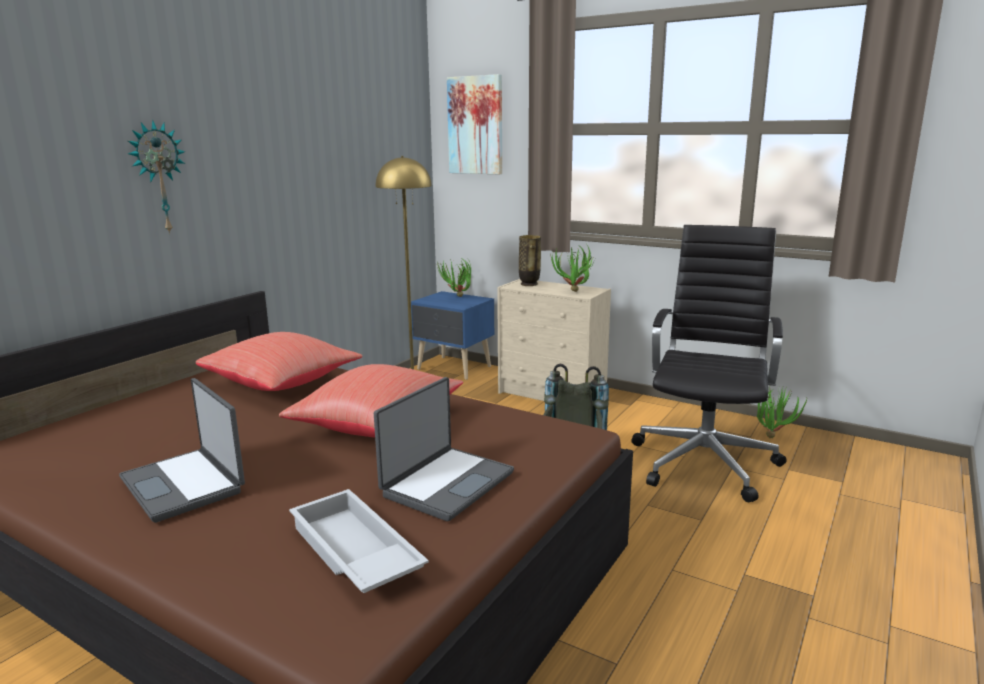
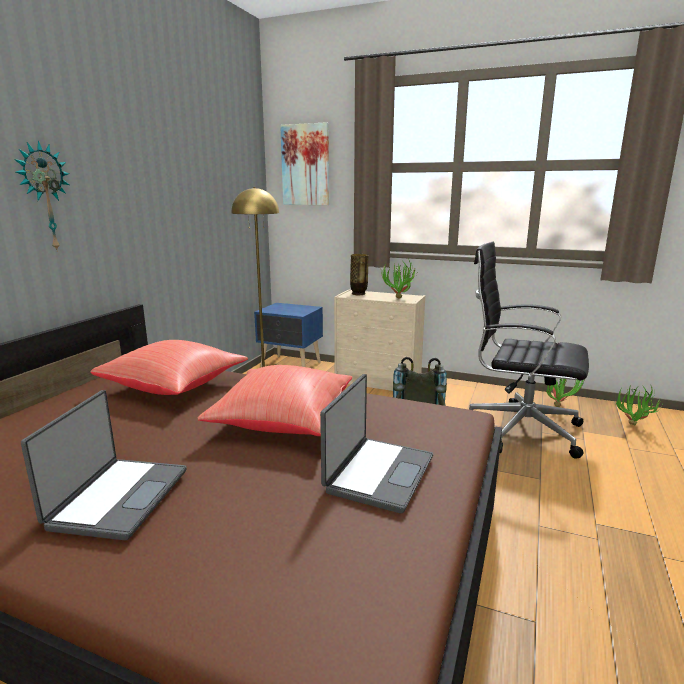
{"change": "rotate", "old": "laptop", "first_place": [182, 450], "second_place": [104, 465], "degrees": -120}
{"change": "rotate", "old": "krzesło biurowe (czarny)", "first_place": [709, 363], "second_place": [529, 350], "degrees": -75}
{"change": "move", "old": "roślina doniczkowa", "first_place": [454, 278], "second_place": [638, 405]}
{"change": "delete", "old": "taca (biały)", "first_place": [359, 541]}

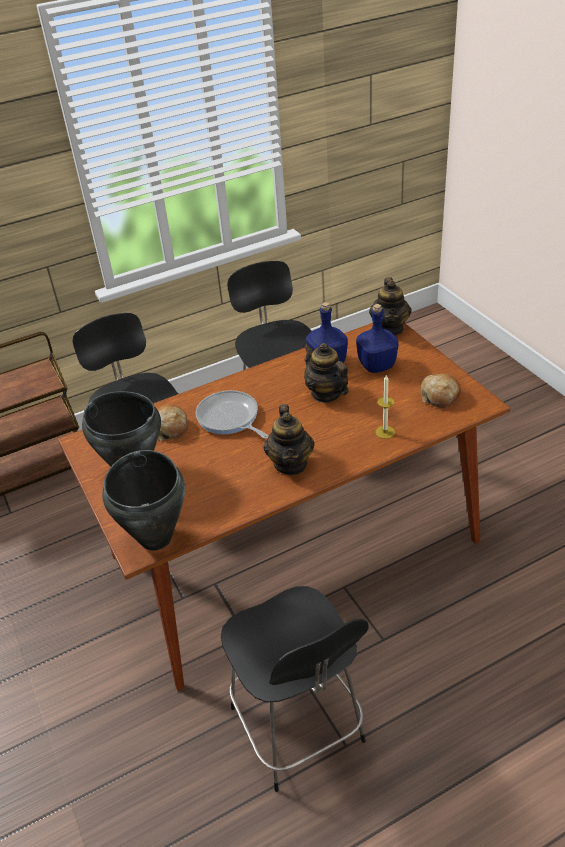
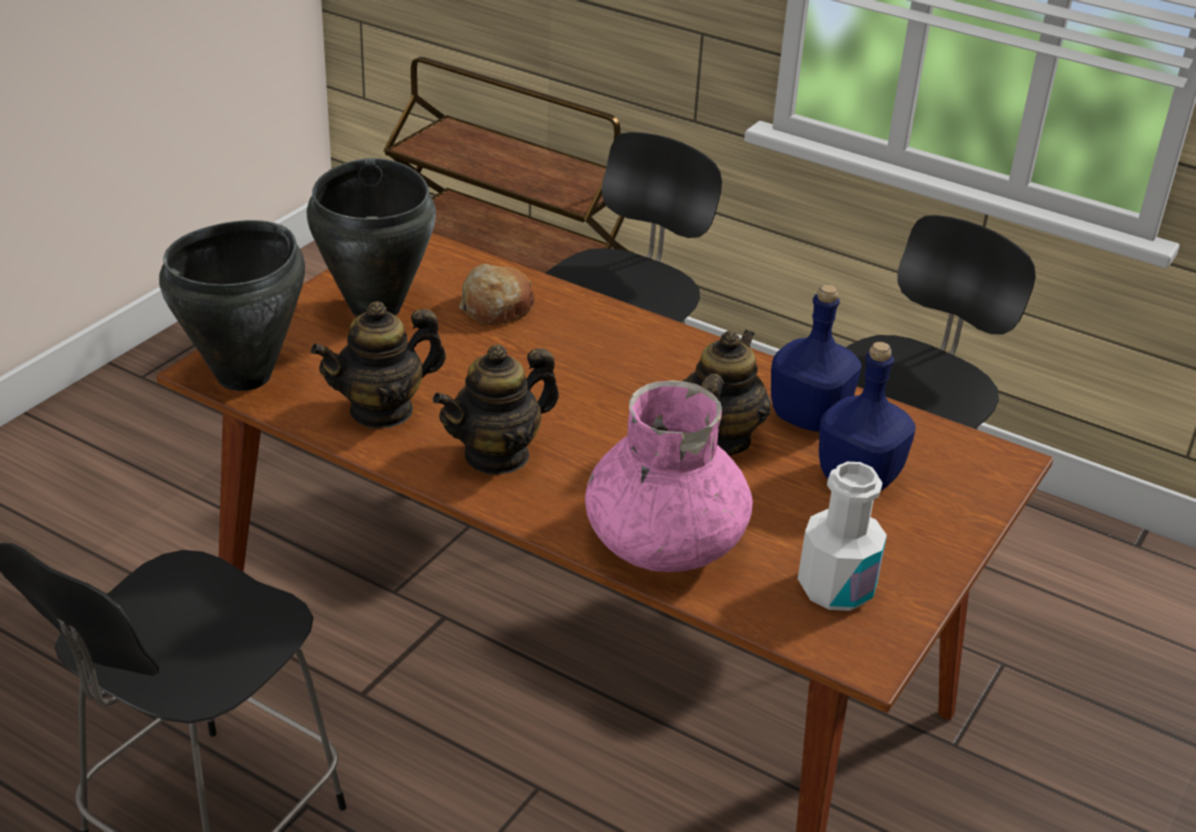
{"change": "move", "old": "imbryk", "first_place": [390, 306], "second_place": [378, 364]}
{"change": "replace", "old": "świeca", "new": "wazon (różowy)", "first_place": [385, 407], "second_place": [669, 476]}
{"change": "replace", "old": "chleb", "new": "butelka (biały)", "first_place": [440, 390], "second_place": [842, 536]}
{"change": "delete", "old": "patelnia", "first_place": [232, 414]}

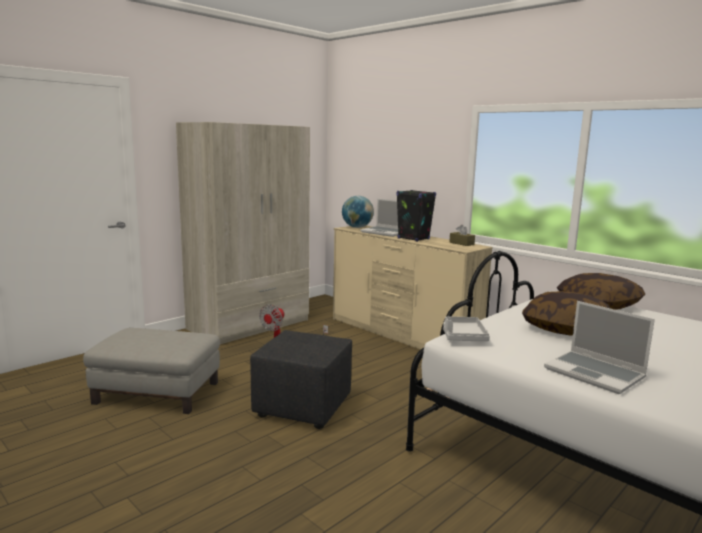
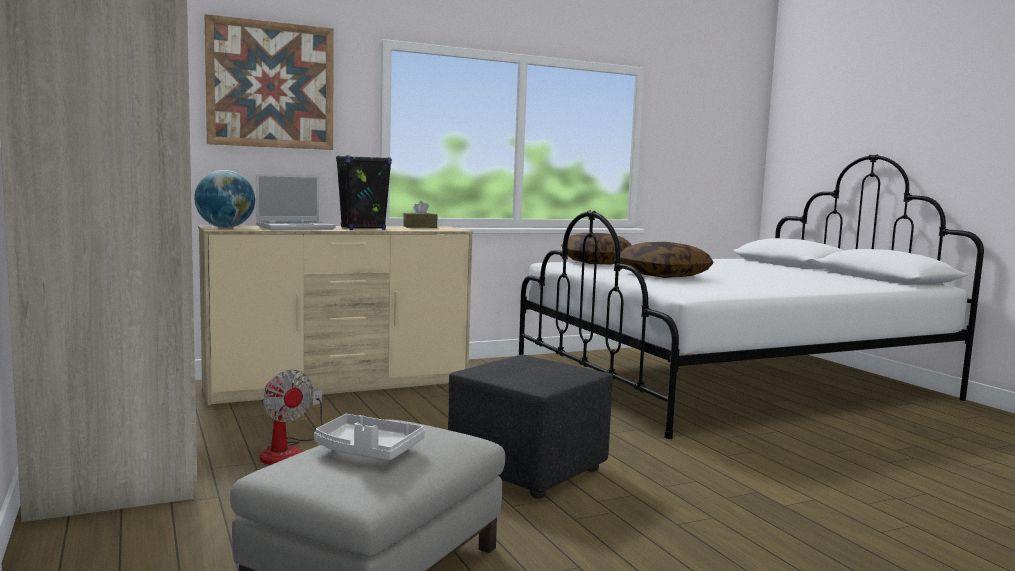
{"change": "insert", "new": "obraz", "second_place": [269, 82]}
{"change": "move", "old": "taca (szary)", "first_place": [466, 328], "second_place": [369, 437]}
{"change": "delete", "old": "laptop", "first_place": [599, 347]}

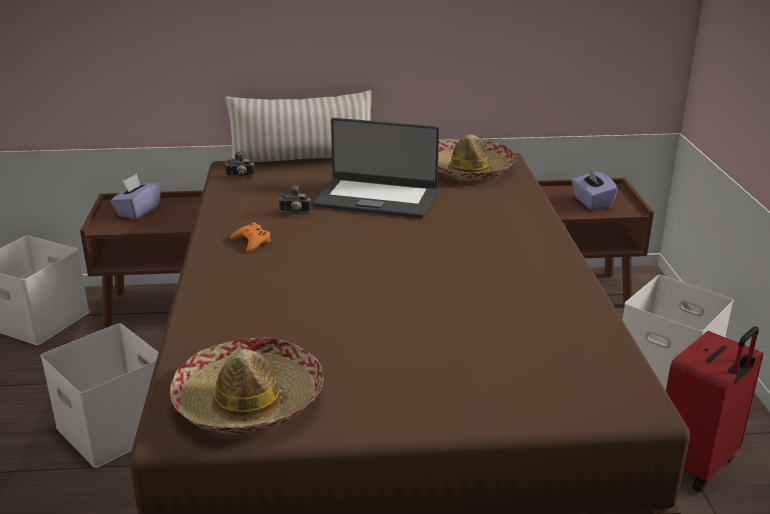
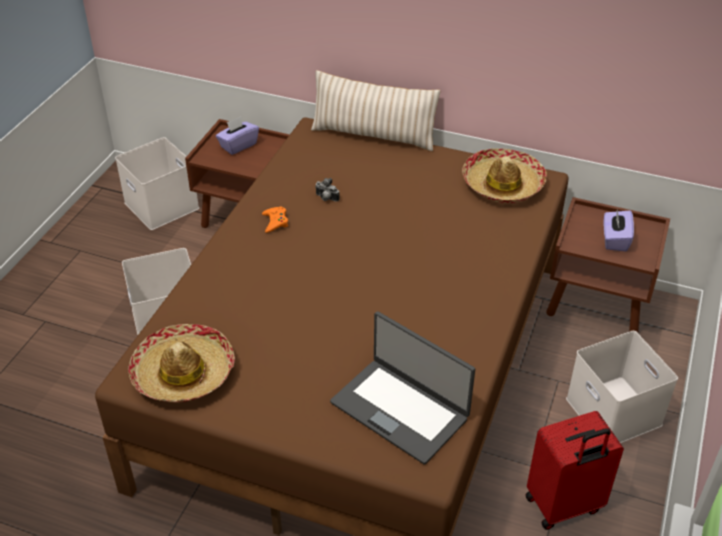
{"change": "move", "old": "laptop", "first_place": [376, 168], "second_place": [402, 388]}
{"change": "delete", "old": "aparat fotograficzny", "first_place": [240, 164]}

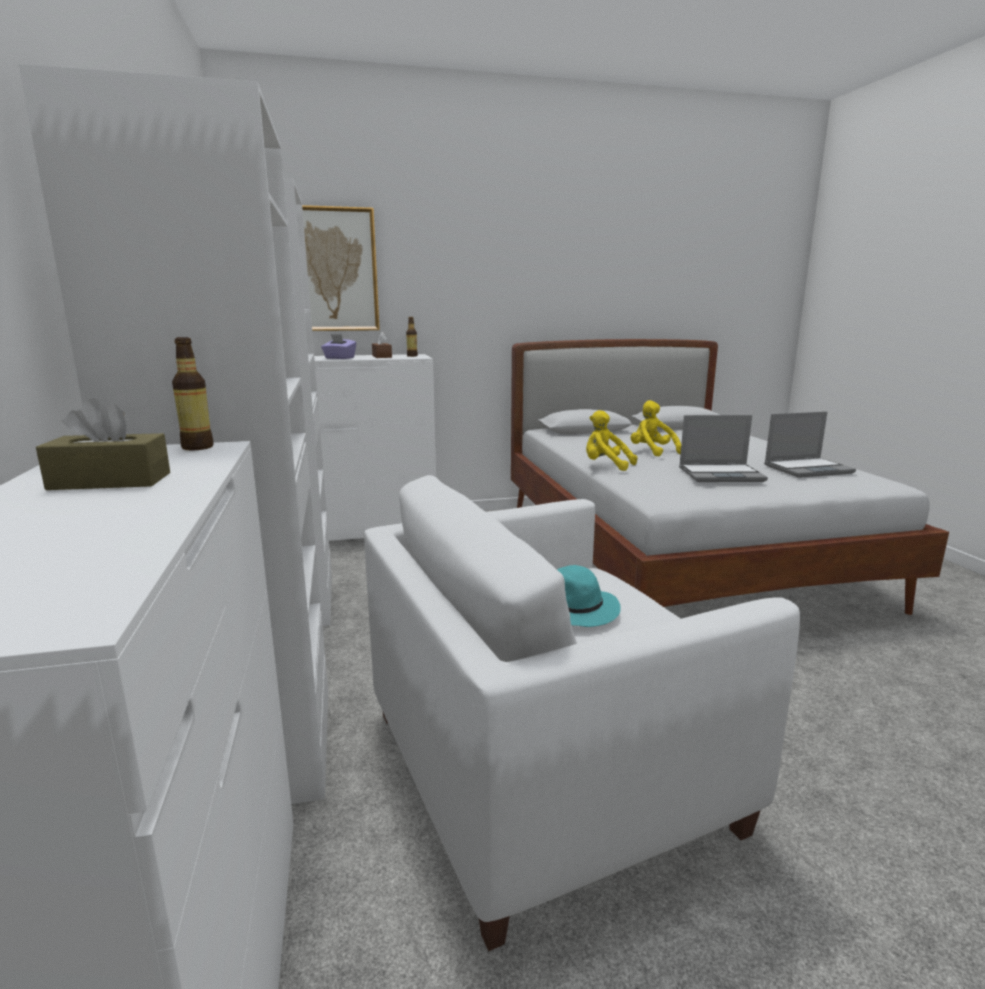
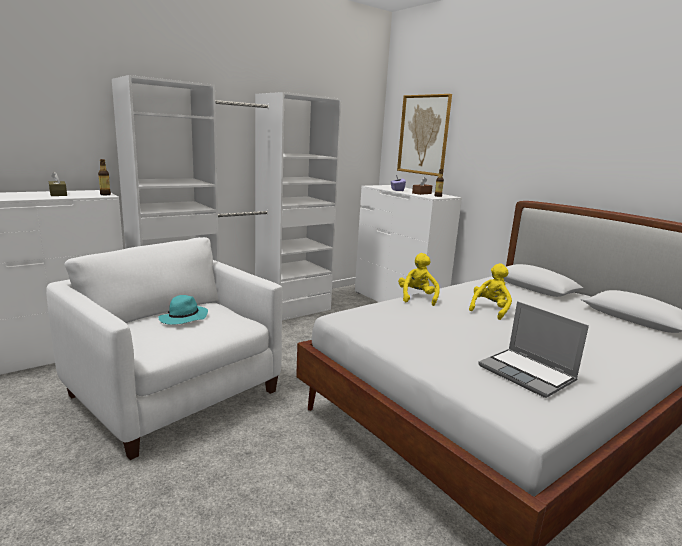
{"change": "delete", "old": "laptop", "first_place": [723, 448]}

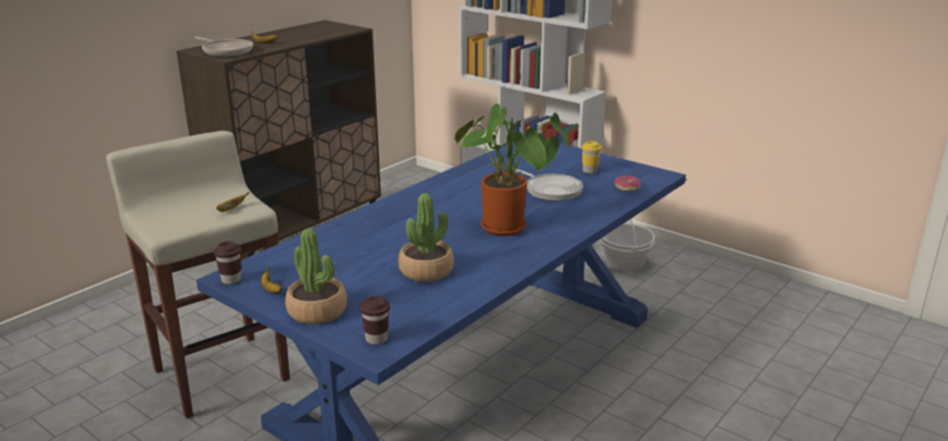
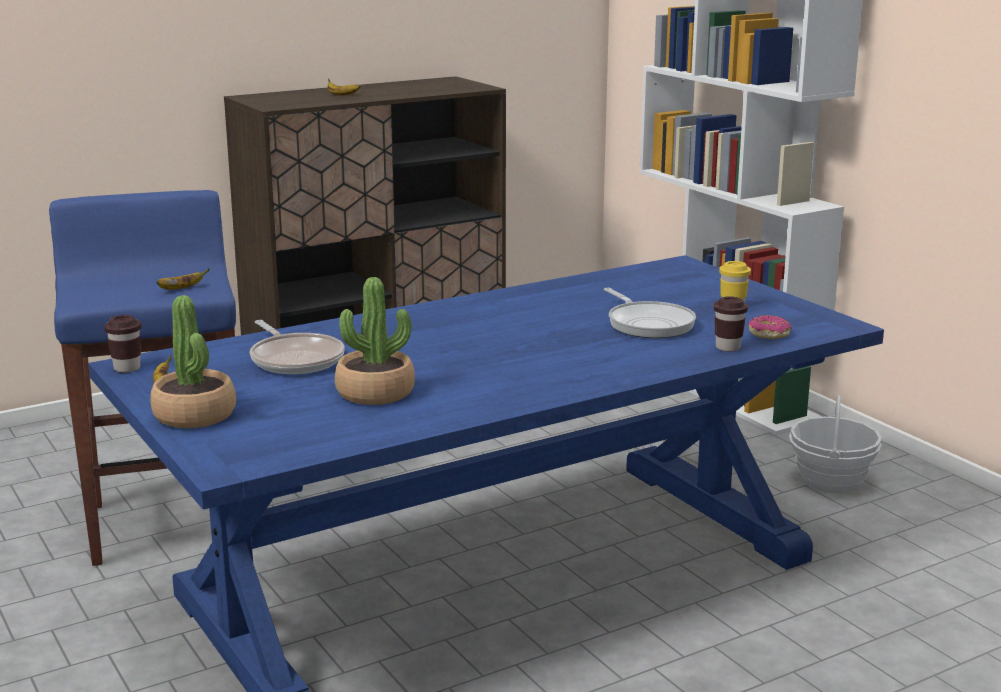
{"change": "recolor", "old": "stołek (beżowy)", "new": "stołek (niebieski)", "first_place": [198, 274], "second_place": [142, 378]}
{"change": "move", "old": "patelnia", "first_place": [223, 46], "second_place": [297, 347]}
{"change": "move", "old": "filiżanka (brązowy)", "first_place": [375, 320], "second_place": [730, 324]}
{"change": "delete", "old": "roślina doniczkowa", "first_place": [512, 170]}

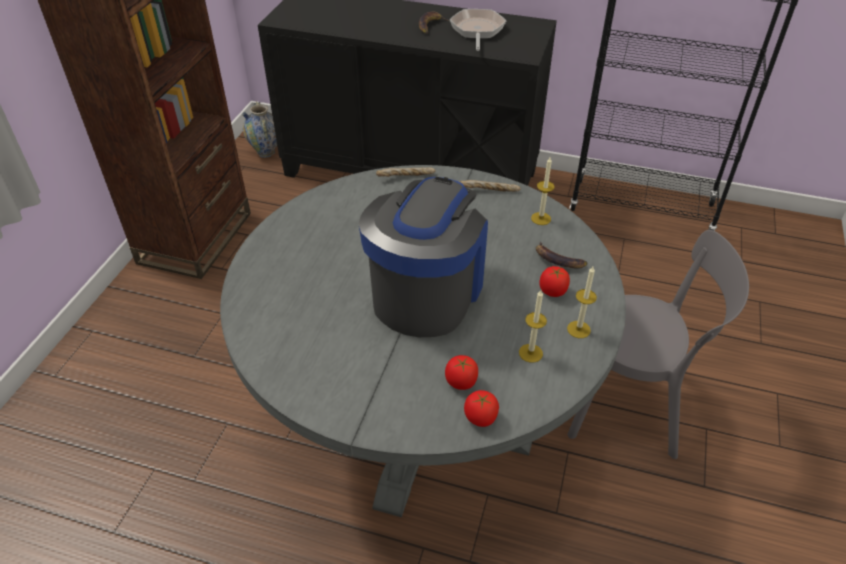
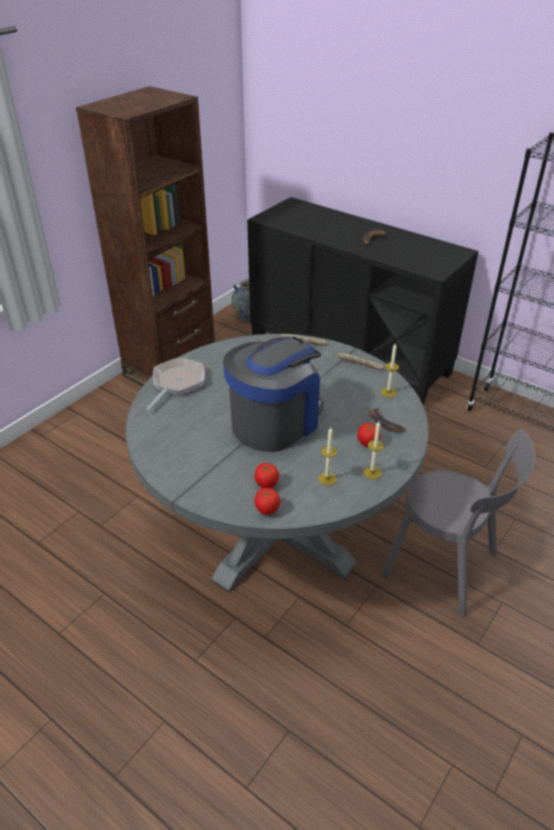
{"change": "move", "old": "patelnia", "first_place": [478, 30], "second_place": [175, 384]}

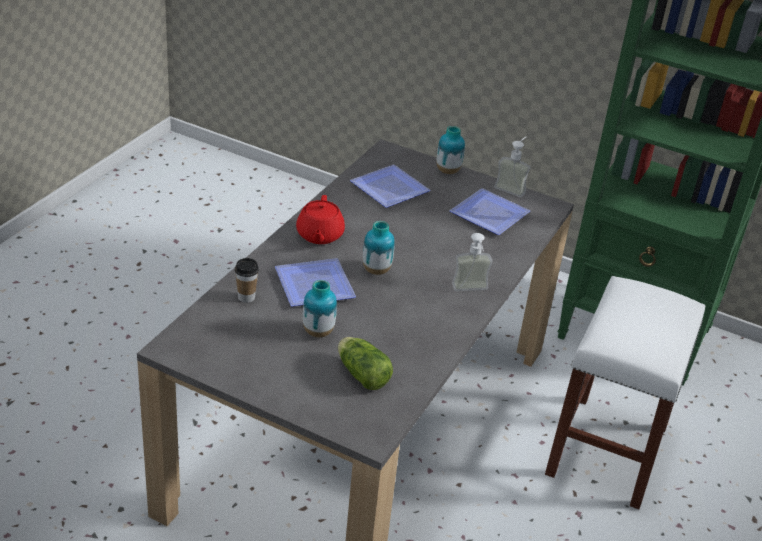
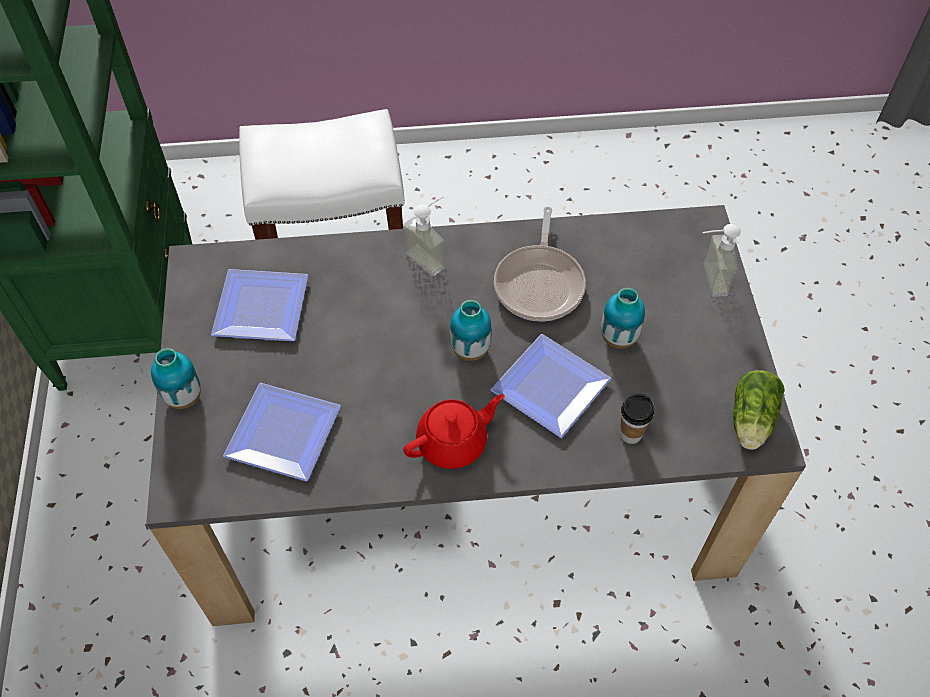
{"change": "insert", "new": "patelnia", "second_place": [540, 264]}
{"change": "move", "old": "dozownik mydła", "first_place": [512, 167], "second_place": [722, 260]}
{"change": "move", "old": "sałata", "first_place": [365, 363], "second_place": [759, 410]}

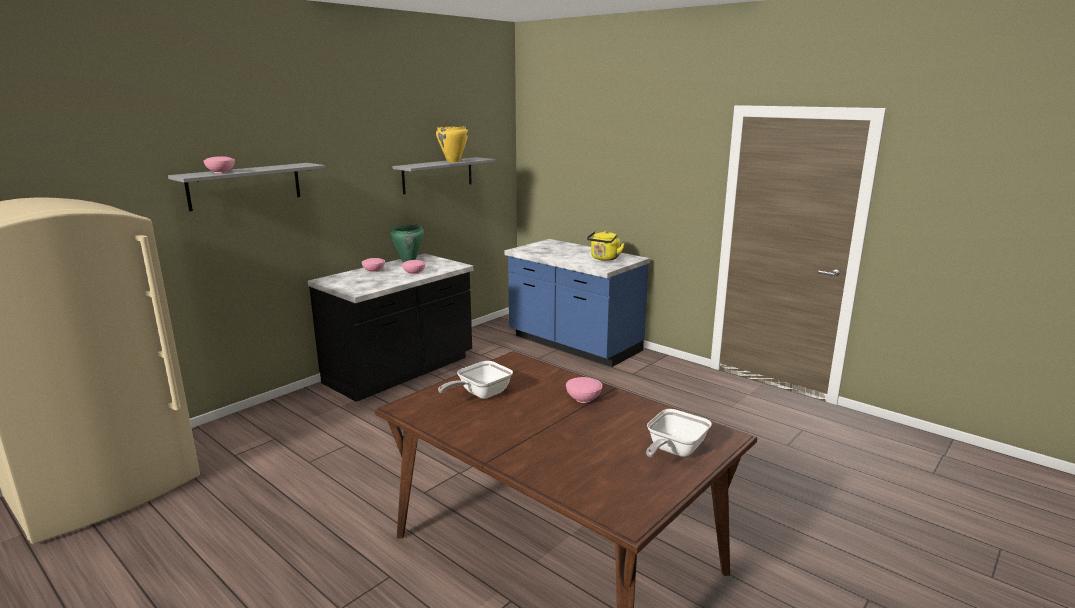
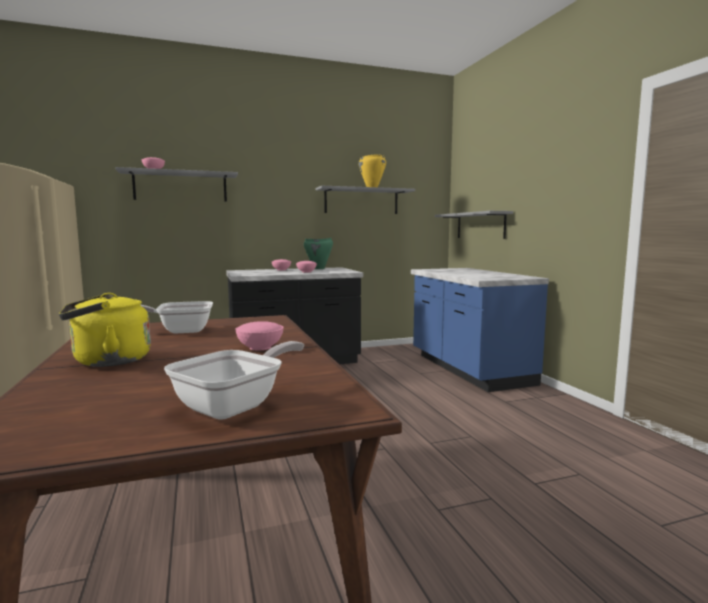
{"change": "move", "old": "czajnik (żółty)", "first_place": [606, 246], "second_place": [105, 330]}
{"change": "rotate", "old": "patelnia", "first_place": [679, 433], "second_place": [234, 380], "degrees": 150}
{"change": "insert", "new": "półka (szary)", "second_place": [474, 225]}

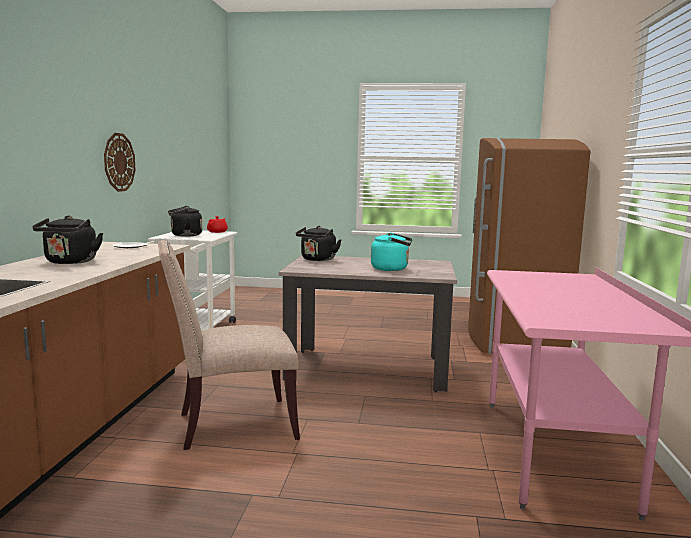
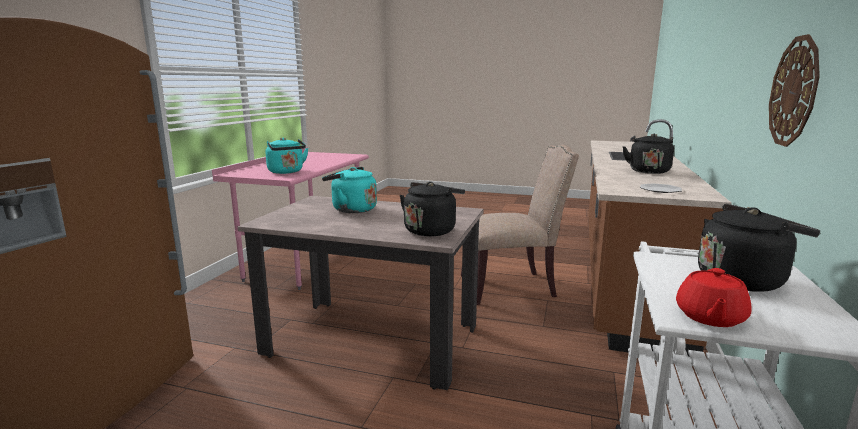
{"change": "insert", "new": "czajnik (turkusowy)", "second_place": [287, 156]}

